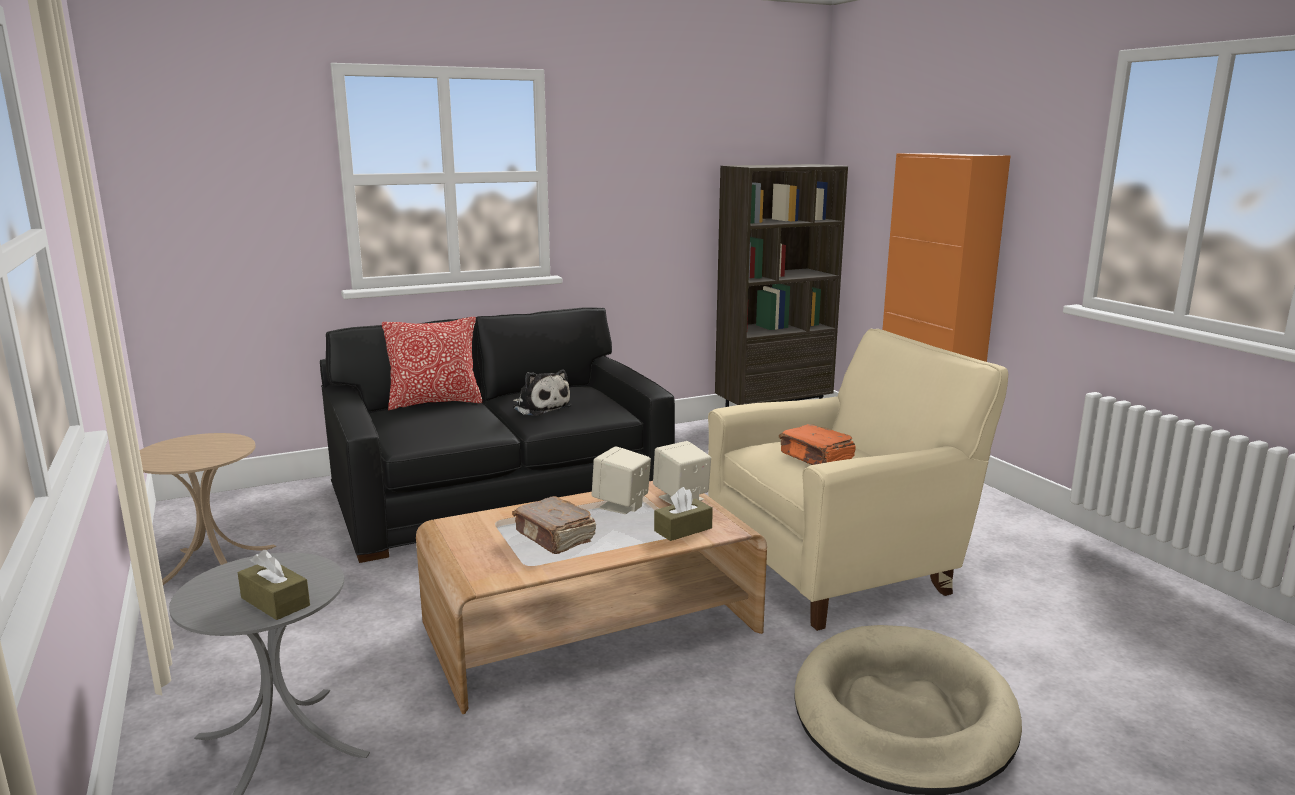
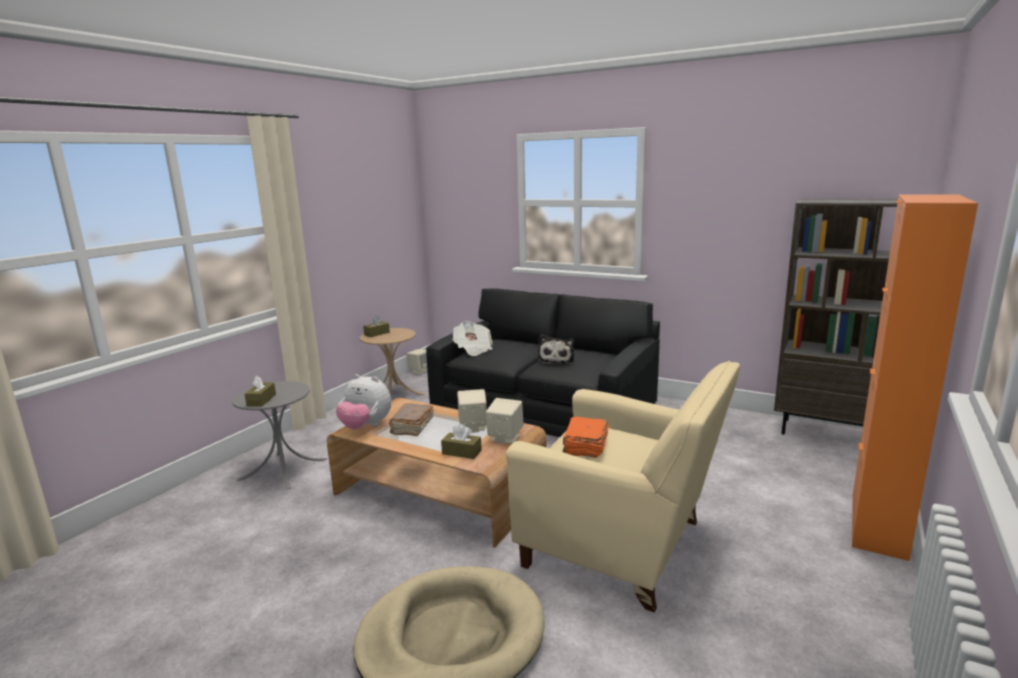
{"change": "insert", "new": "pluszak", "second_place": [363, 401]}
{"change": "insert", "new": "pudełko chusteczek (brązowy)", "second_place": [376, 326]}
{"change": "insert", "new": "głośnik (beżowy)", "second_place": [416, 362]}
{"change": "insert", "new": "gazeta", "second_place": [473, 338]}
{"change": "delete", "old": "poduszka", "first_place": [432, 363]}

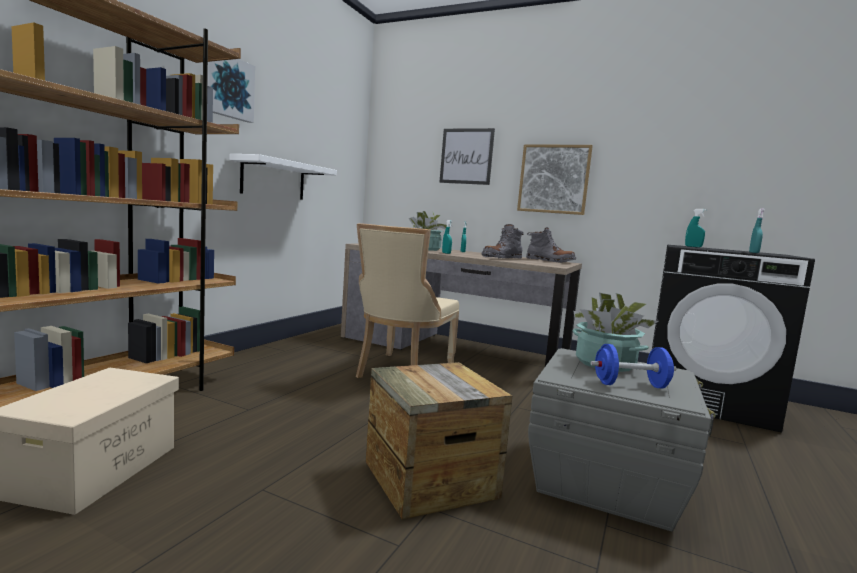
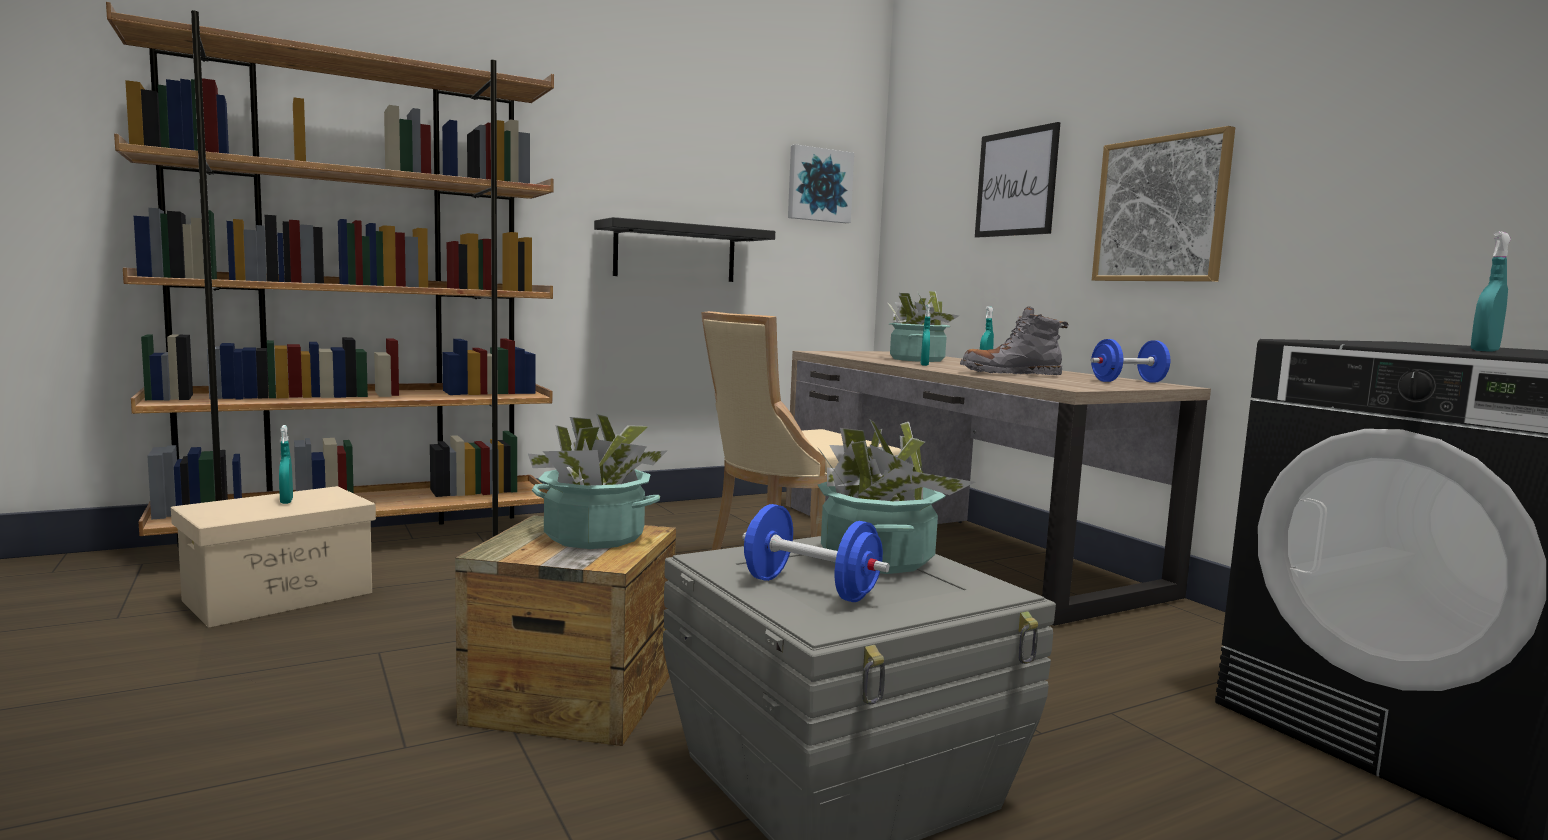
{"change": "move", "old": "spryskiwacz (turkusowy)", "first_place": [696, 228], "second_place": [286, 464]}
{"change": "insert", "new": "roślina doniczkowa", "second_place": [598, 481]}
{"change": "recolor", "old": "półka (biały)", "new": "półka (czarny)", "first_place": [283, 177], "second_place": [684, 249]}
{"change": "move", "old": "obraz", "first_place": [231, 91], "second_place": [821, 183]}
{"change": "replace", "old": "but z cholewką (szary)", "new": "hantel (niebieski)", "first_place": [551, 245], "second_place": [1130, 360]}

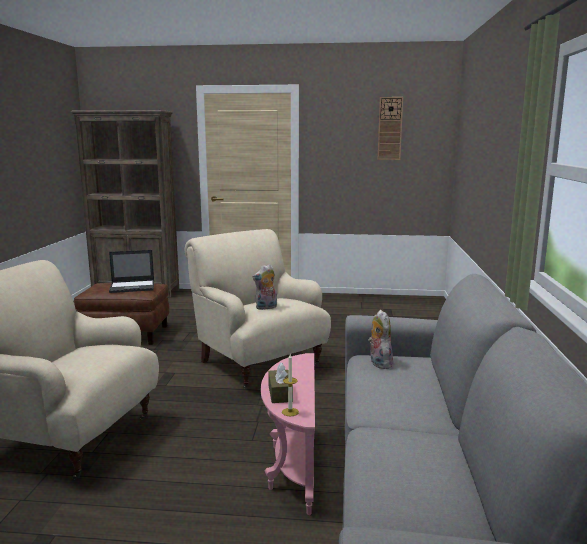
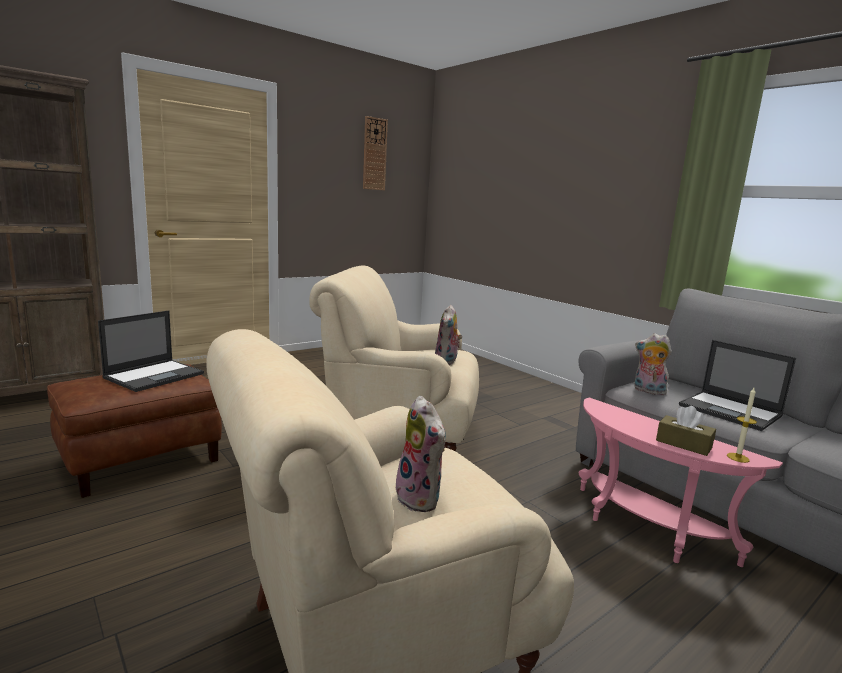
{"change": "insert", "new": "pluszak", "second_place": [419, 454]}
{"change": "insert", "new": "laptop", "second_place": [737, 385]}

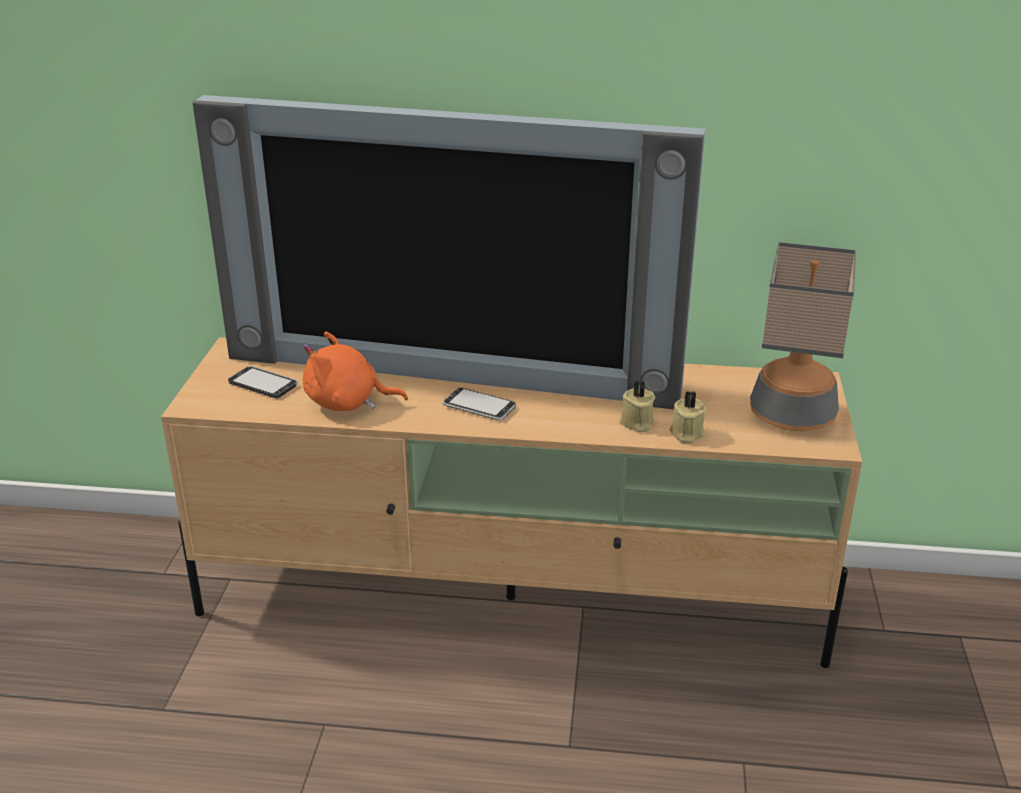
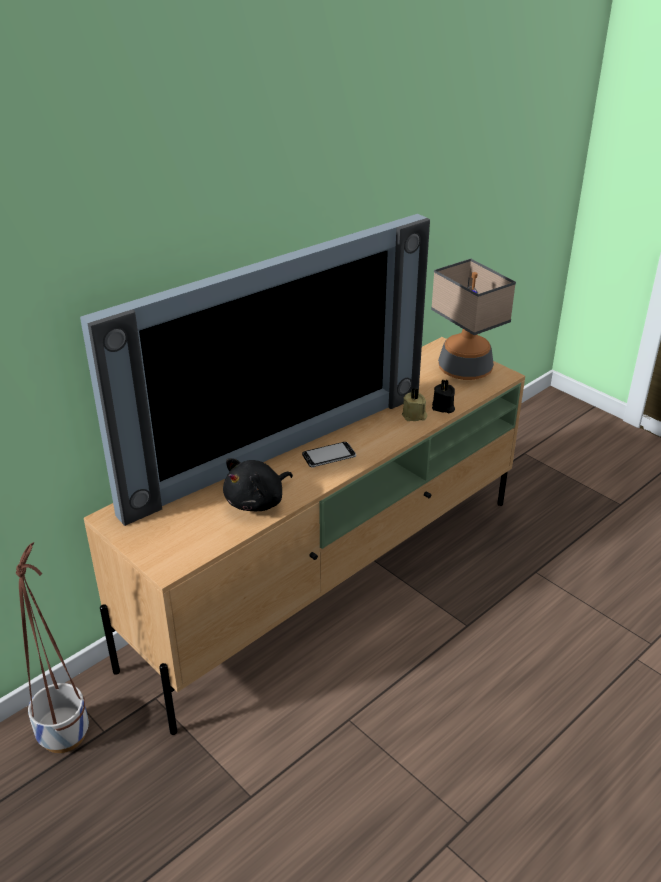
{"change": "insert", "new": "donica", "second_place": [52, 647]}
{"change": "recolor", "old": "pluszak (pomarańczowy)", "new": "pluszak (czarny)", "first_place": [355, 371], "second_place": [258, 484]}
{"change": "recolor", "old": "świeca (beżowy)", "new": "świeca (czarny)", "first_place": [688, 417], "second_place": [443, 396]}
{"change": "delete", "old": "telefon", "first_place": [263, 382]}

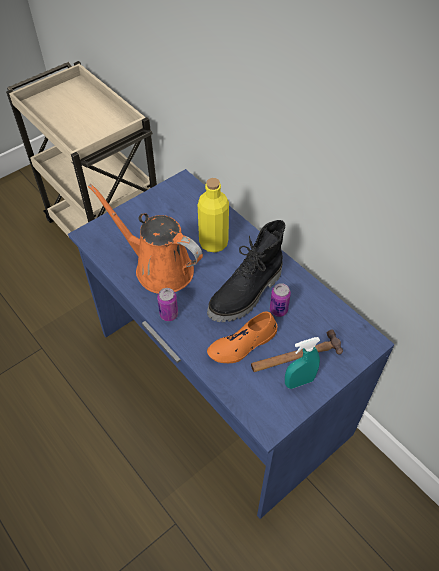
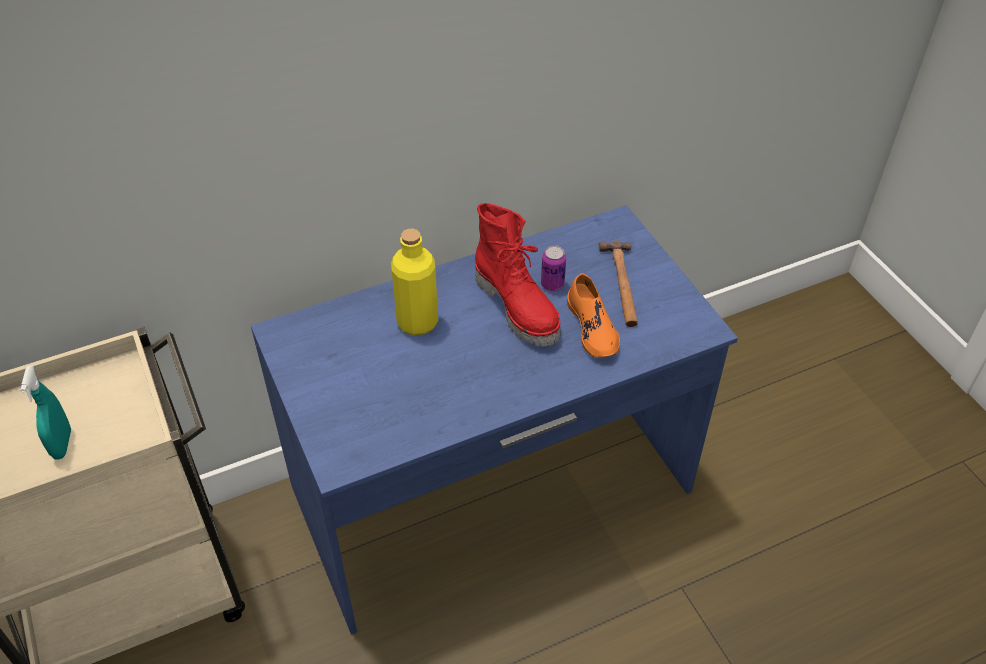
{"change": "move", "old": "spryskiwacz (turkusowy)", "first_place": [302, 363], "second_place": [45, 412]}
{"change": "recolor", "old": "but z cholewką (czarny)", "new": "but z cholewką (czerwony)", "first_place": [246, 271], "second_place": [518, 275]}
{"change": "delete", "old": "konewka (pomarańczowy)", "first_place": [145, 239]}
{"change": "delete", "old": "puszka", "first_place": [167, 304]}

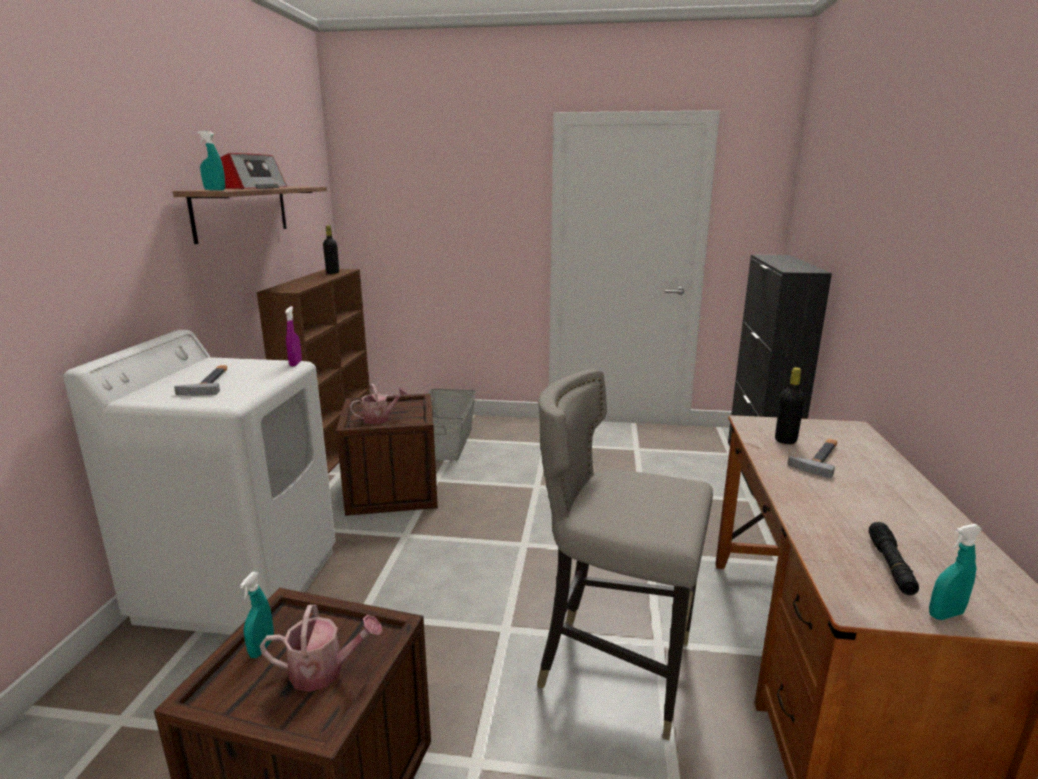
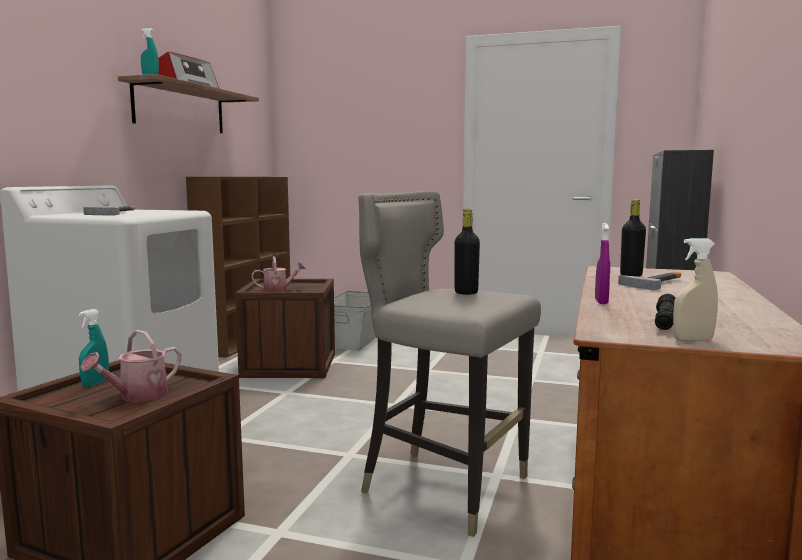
{"change": "rotate", "old": "konewka", "first_place": [321, 648], "second_place": [130, 366], "degrees": 120}
{"change": "move", "old": "butelka (czarny)", "first_place": [331, 249], "second_place": [467, 252]}
{"change": "move", "old": "spryskiwacz (fioletowy)", "first_place": [293, 336], "second_place": [602, 263]}
{"change": "recolor", "old": "spryskiwacz (turkusowy)", "new": "spryskiwacz (beżowy)", "first_place": [955, 572], "second_place": [695, 289]}

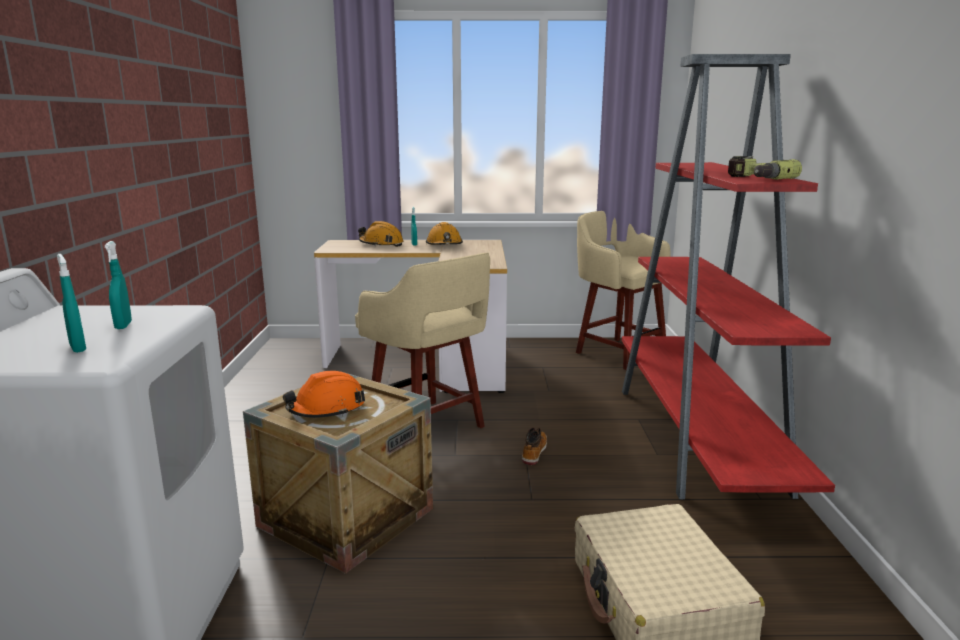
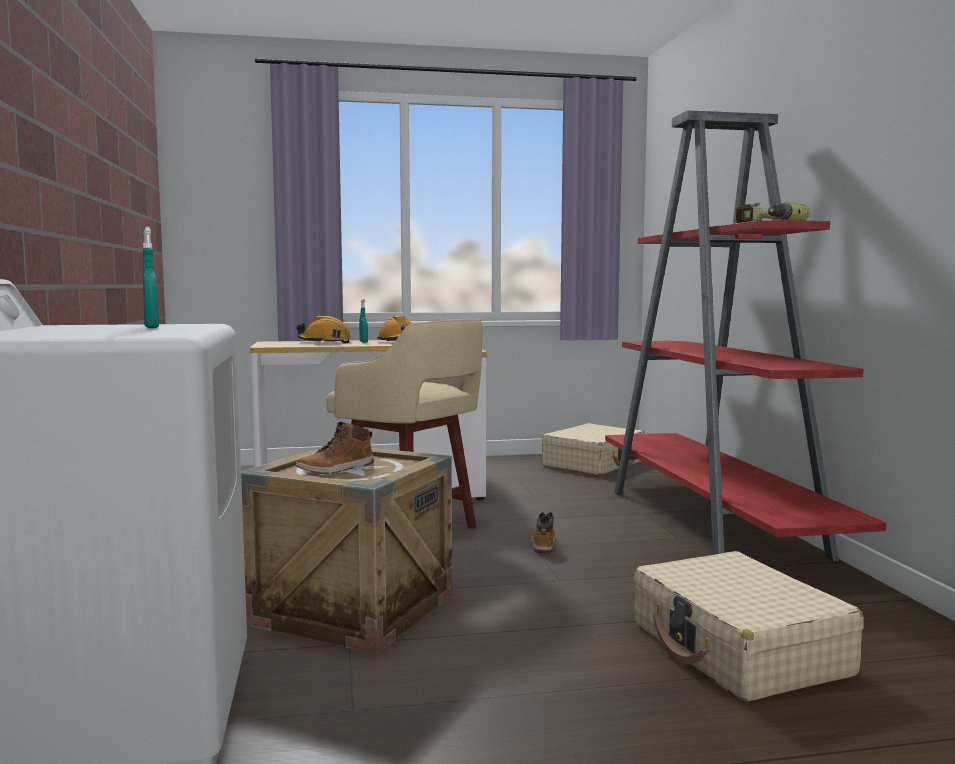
{"change": "replace", "old": "kask (pomarańczowy)", "new": "but z cholewką", "first_place": [324, 394], "second_place": [335, 448]}
{"change": "replace", "old": "stołek (beżowy)", "new": "walizka (beżowy)", "first_place": [623, 290], "second_place": [593, 449]}
{"change": "delete", "old": "spryskiwacz (turkusowy)", "first_place": [71, 303]}

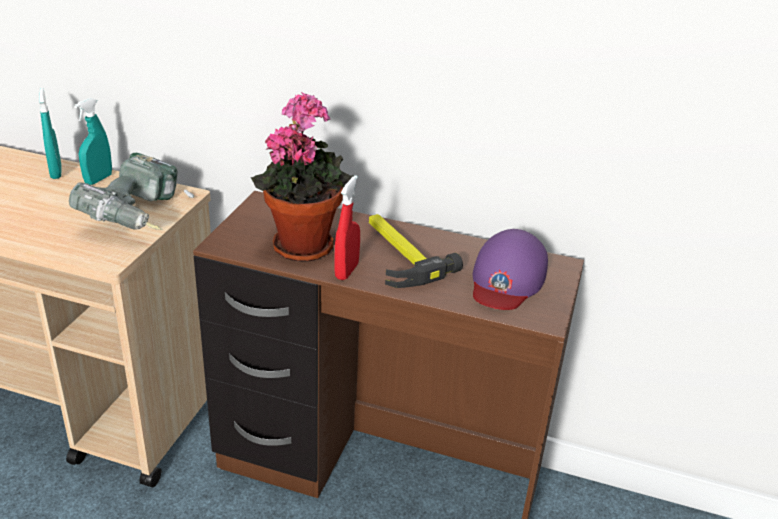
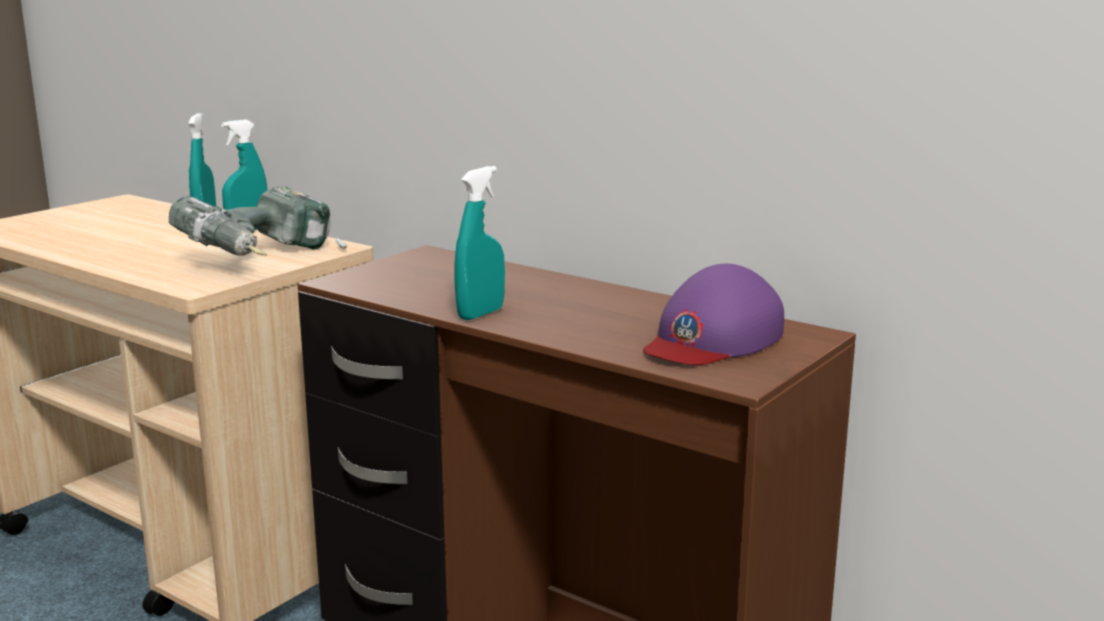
{"change": "recolor", "old": "spryskiwacz (czerwony)", "new": "spryskiwacz (turkusowy)", "first_place": [347, 227], "second_place": [479, 243]}
{"change": "delete", "old": "roślina doniczkowa", "first_place": [302, 177]}
{"change": "delete", "old": "młotek", "first_place": [416, 251]}

